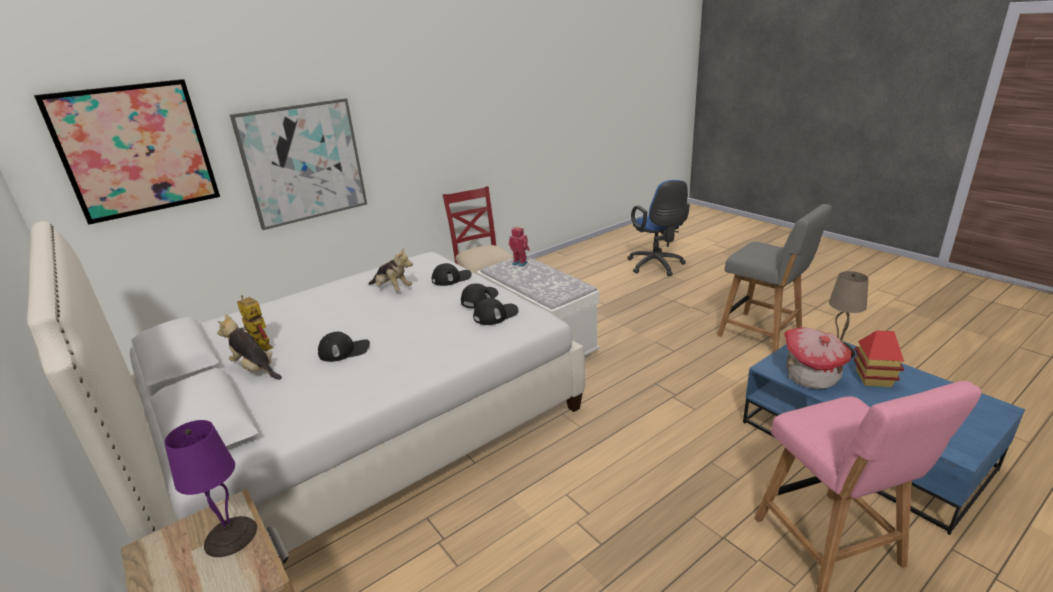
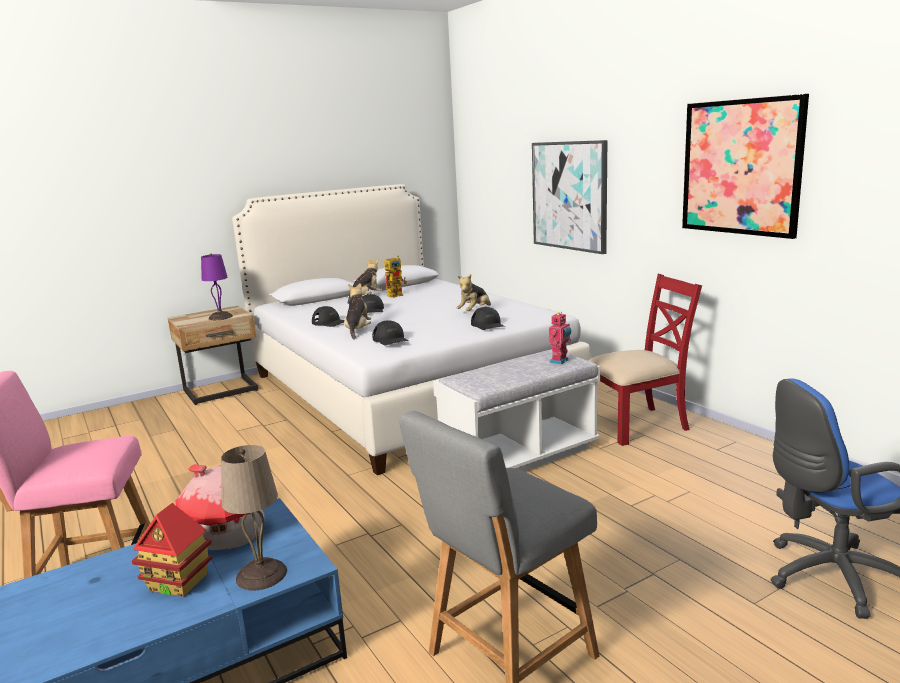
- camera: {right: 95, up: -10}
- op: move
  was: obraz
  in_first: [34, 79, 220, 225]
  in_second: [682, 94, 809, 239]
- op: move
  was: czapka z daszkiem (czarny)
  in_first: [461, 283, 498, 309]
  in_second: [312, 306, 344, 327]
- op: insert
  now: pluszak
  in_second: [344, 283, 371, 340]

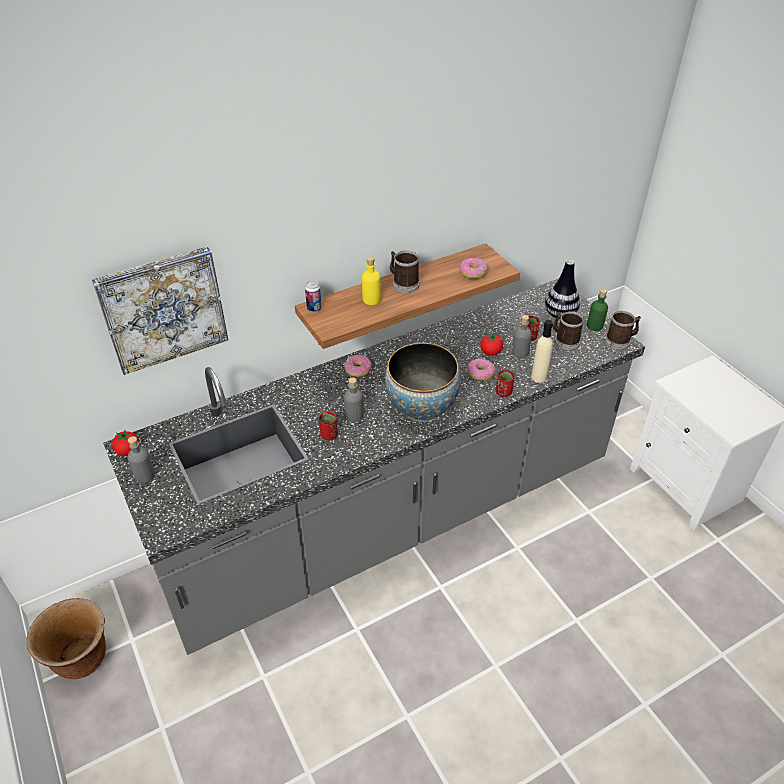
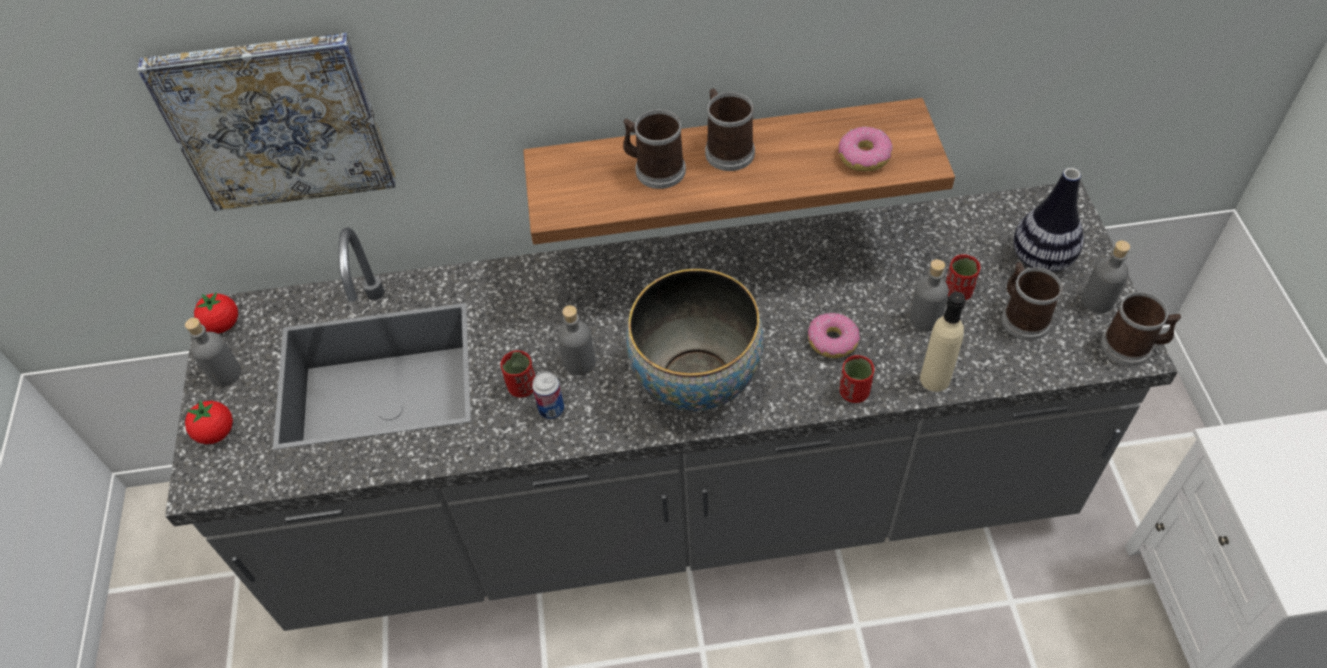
- camera: {right: 25, up: 10}
- op: replace
  was: butelka (żółty)
  now: kubek
  in_first: [362, 256, 381, 305]
  in_second: [623, 110, 686, 189]
- op: move
  was: puszka
  in_first: [305, 281, 322, 312]
  in_second: [532, 371, 564, 419]
- op: recolor
  was: butelka (zielony)
  now: butelka (szary)
  in_first: [587, 289, 608, 331]
  in_second: [1082, 240, 1130, 313]
- op: move
  was: pomidor
  in_first: [480, 333, 503, 356]
  in_second: [185, 400, 233, 444]
- op: delete
  was: donut
  in_first: [344, 355, 372, 377]
- op: delete
  was: donica (brązowy)
  in_first: [27, 598, 106, 679]

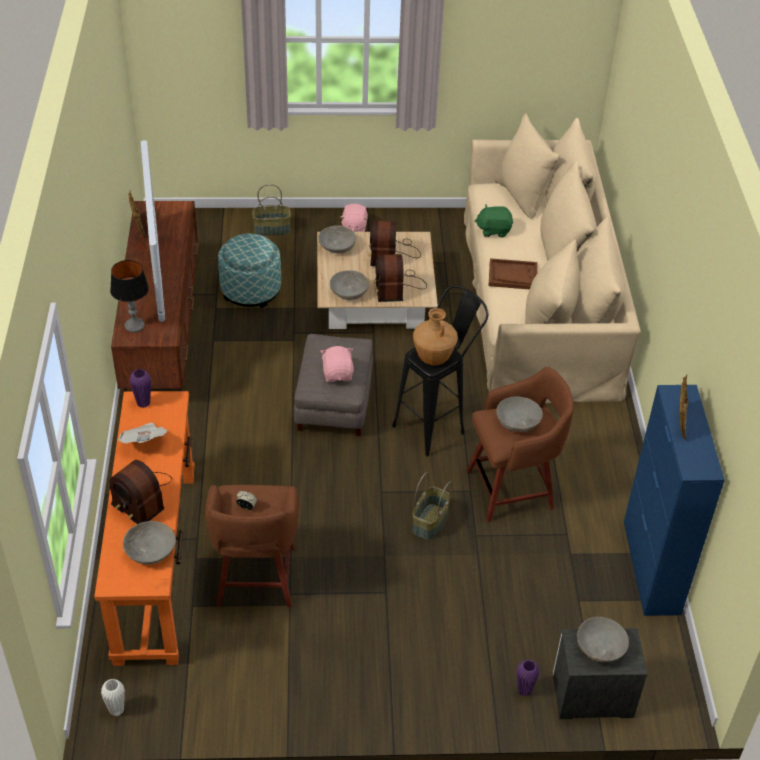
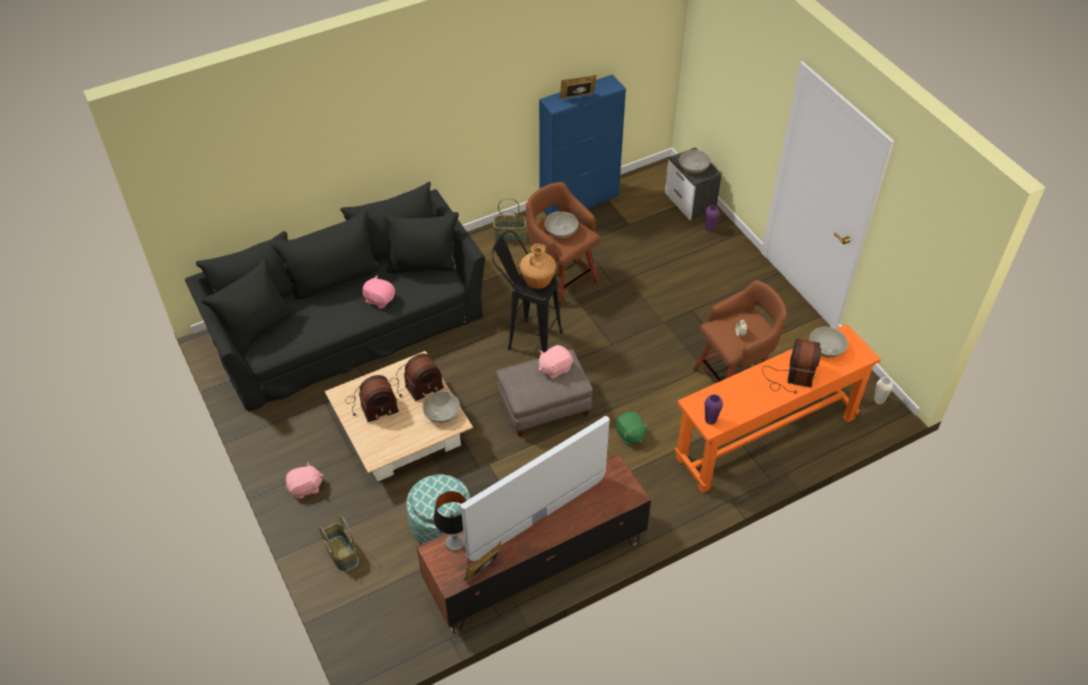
- camera: {right: -115, up: 5}
- op: recolor
  was: kanapa (beżowy)
  now: kanapa (czarny)
  in_first: [464, 113, 641, 404]
  in_second: [185, 182, 485, 411]
- op: move
  was: pluszak (zielony)
  in_first: [475, 204, 513, 237]
  in_second: [616, 412, 649, 445]
- op: delete
  was: miska (szary)
  in_first: [318, 226, 356, 253]
- op: replace
  was: taca (brązowy)
  now: pluszak (różowy)
  in_first: [489, 258, 537, 289]
  in_second: [362, 275, 395, 309]
- op: move
  was: lampa stołowa
  in_first: [110, 260, 149, 332]
  in_second: [433, 491, 466, 552]
- op: delete
  was: gazeta
  in_first: [118, 423, 168, 443]
- op: move
  was: koszyk
  in_first: [412, 472, 452, 540]
  in_second: [493, 198, 526, 242]

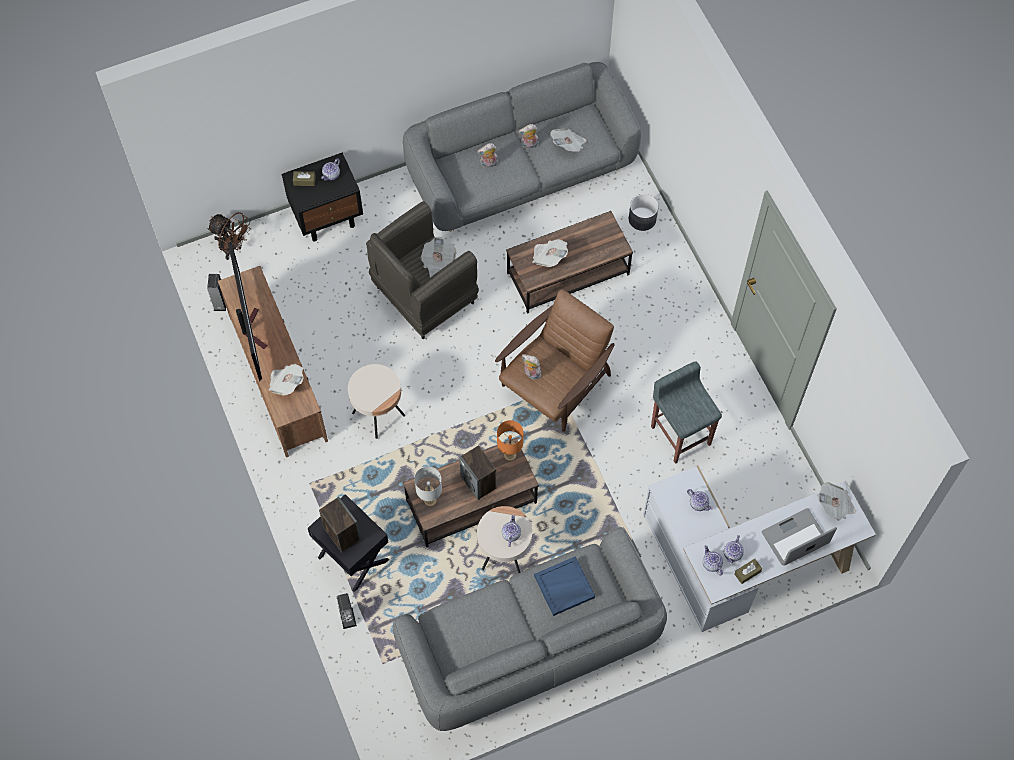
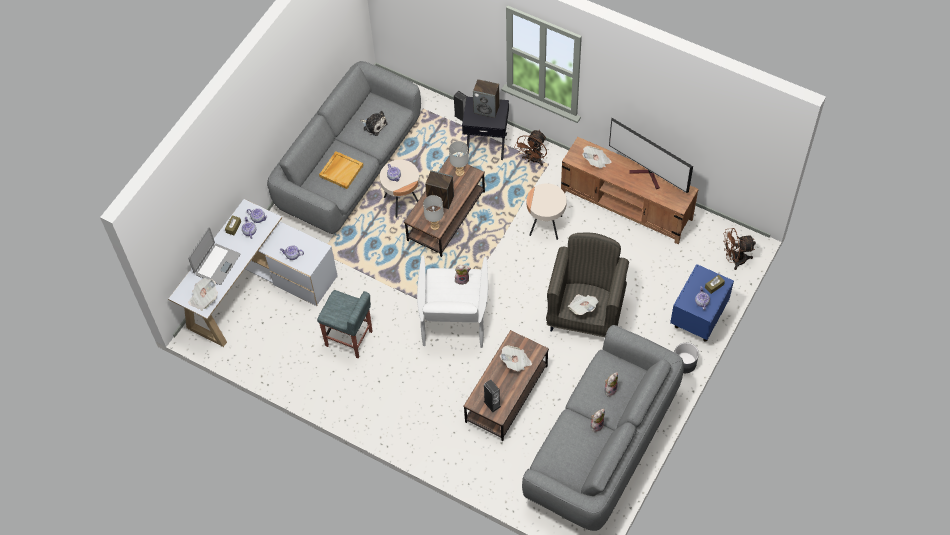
- camera: {right: 145, up: -5}
- op: delete
  was: gazeta
  in_first: [550, 129, 587, 152]
- op: recolor
  was: szafka nocna (czarny)
  now: szafka nocna (niebieski)
  in_first: [281, 152, 363, 241]
  in_second: [670, 264, 734, 342]
- op: move
  was: donica (szary)
  in_first: [629, 194, 659, 231]
  in_second: [675, 343, 699, 373]
- op: move
  was: głośnik
  in_first: [207, 274, 226, 311]
  in_second: [483, 380, 501, 412]
- op: recolor
  was: fotel (brązowy)
  now: fotel (biały)
  in_first: [495, 289, 615, 432]
  in_second: [417, 255, 488, 348]
- op: recolor
  was: lampa stołowa (pomarańczowy)
  now: lampa stołowa (szary)
  in_first: [497, 420, 523, 461]
  in_second: [423, 195, 444, 230]
- op: recolor
  was: taca (niebieski)
  now: taca (beżowy)
  in_first: [534, 556, 595, 616]
  in_second: [319, 151, 363, 189]
- op: insert
  now: pluszak
  in_second: [360, 111, 388, 136]
- op: insert
  now: wentylator (brązowy)
  in_second: [514, 130, 547, 166]

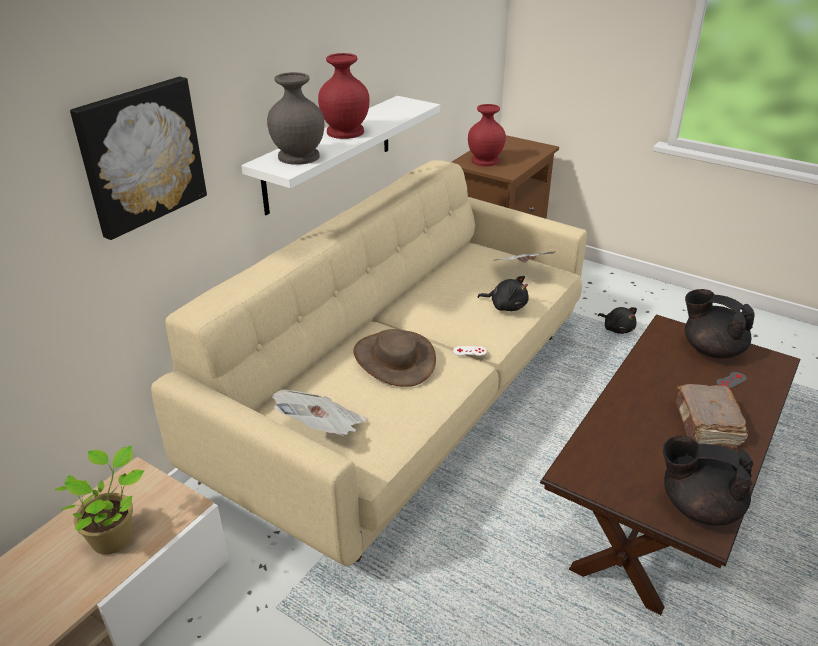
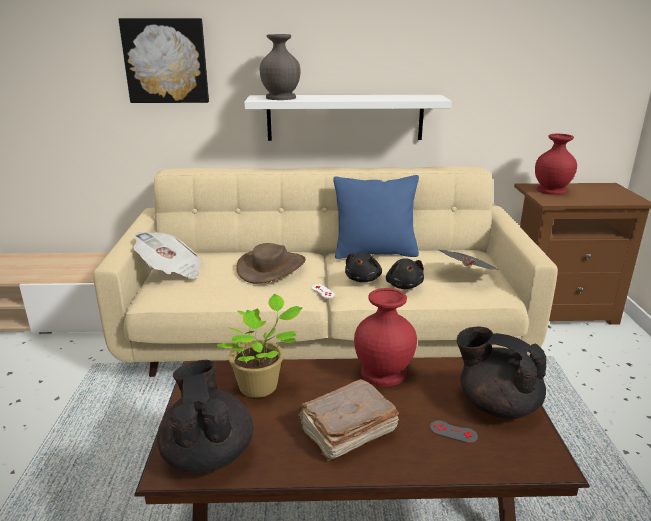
- camera: {right: 55, up: -10}
- op: move
  was: wazon (czerwony)
  in_first: [318, 53, 370, 139]
  in_second: [354, 288, 417, 386]
- op: rotate
  was: imbryk (czarny)
  in_first: [685, 289, 755, 359]
  in_second: [457, 327, 546, 419]
  clockwise: -60
- op: move
  was: pluszak (czarny)
  in_first: [598, 307, 637, 334]
  in_second: [345, 252, 382, 282]
- op: move
  was: roślina doniczkowa
  in_first: [55, 446, 144, 555]
  in_second: [216, 294, 303, 398]
- op: insert
  now: poduszka (niebieski)
  in_second: [333, 175, 419, 259]

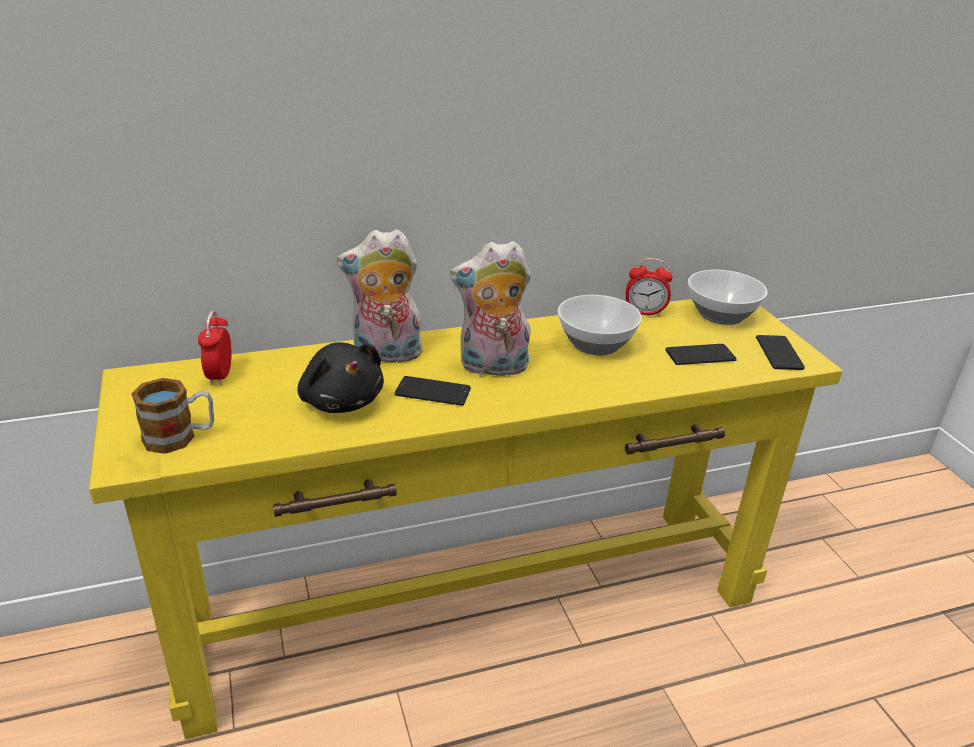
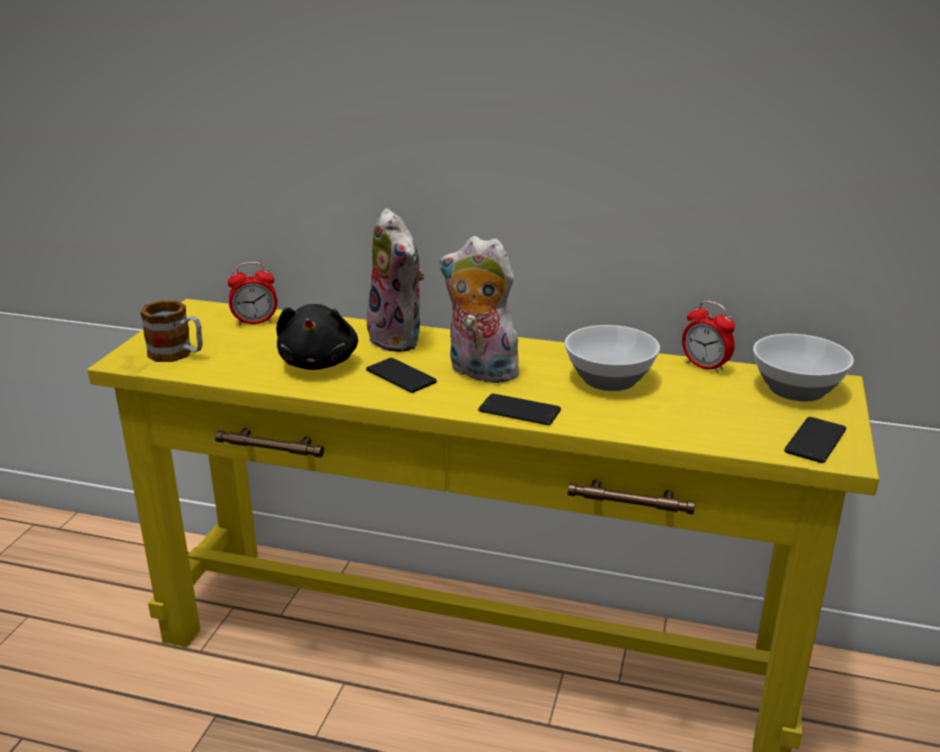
- camera: {right: 35, up: -5}
- op: rotate
  was: pluszak
  in_first: [337, 229, 427, 363]
  in_second: [367, 208, 425, 352]
  clockwise: -150
- op: rotate
  was: budzik
  in_first: [198, 311, 232, 385]
  in_second: [227, 262, 278, 326]
  clockwise: -135
- op: move
  was: telefon
  in_first: [665, 344, 737, 365]
  in_second: [478, 394, 561, 425]

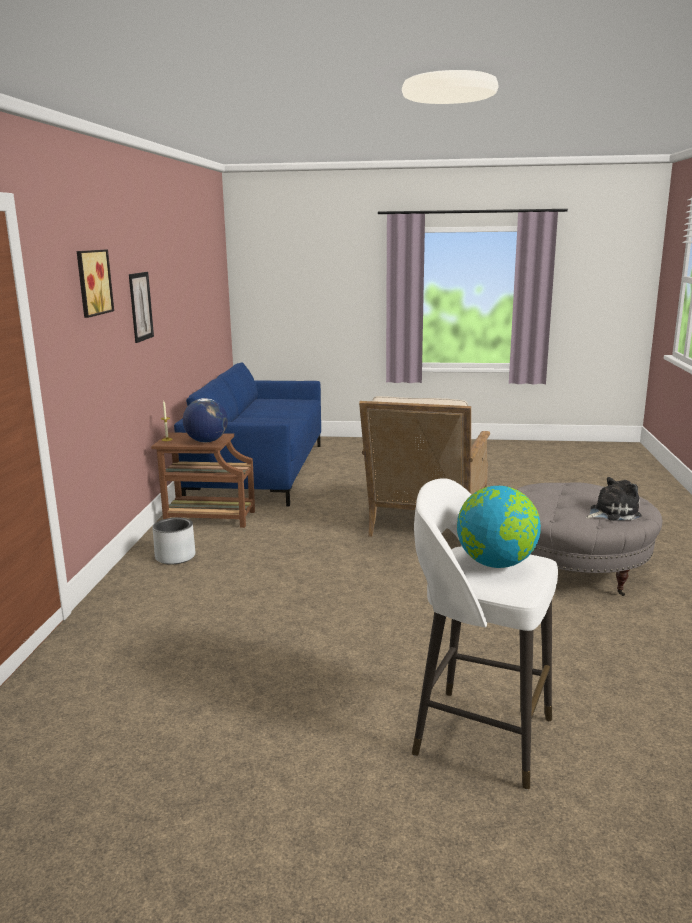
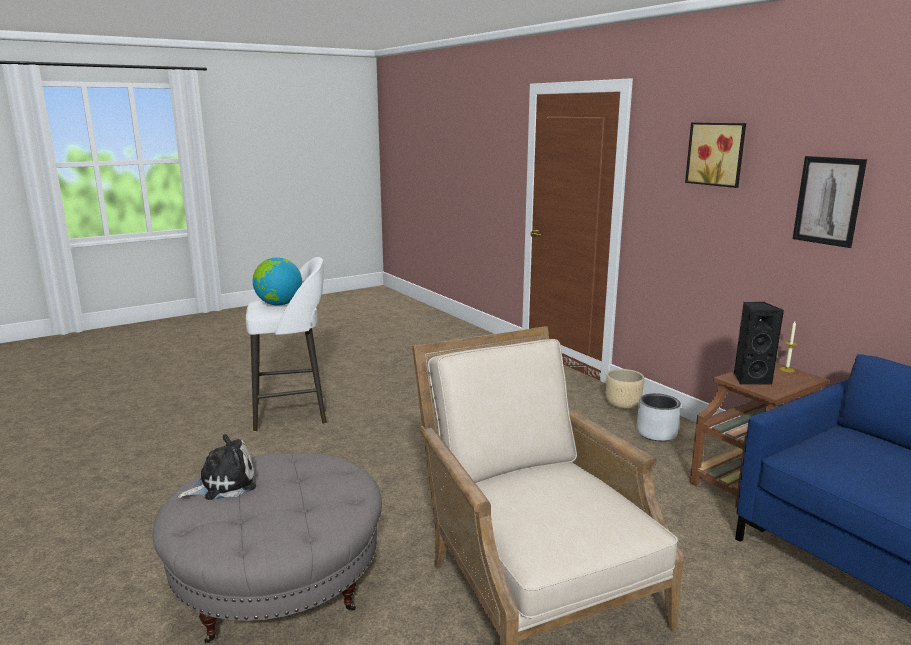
- camera: {right: 140, up: 0}
- op: replace
  was: globus
  now: głośnik (czarny)
  in_first: [183, 398, 228, 442]
  in_second: [734, 302, 784, 385]
- op: rotate
  was: pluszak
  in_first: [586, 477, 642, 521]
  in_second: [178, 434, 256, 500]
  clockwise: -150
- op: insert
  now: donica (beżowy)
  in_second: [606, 369, 644, 409]

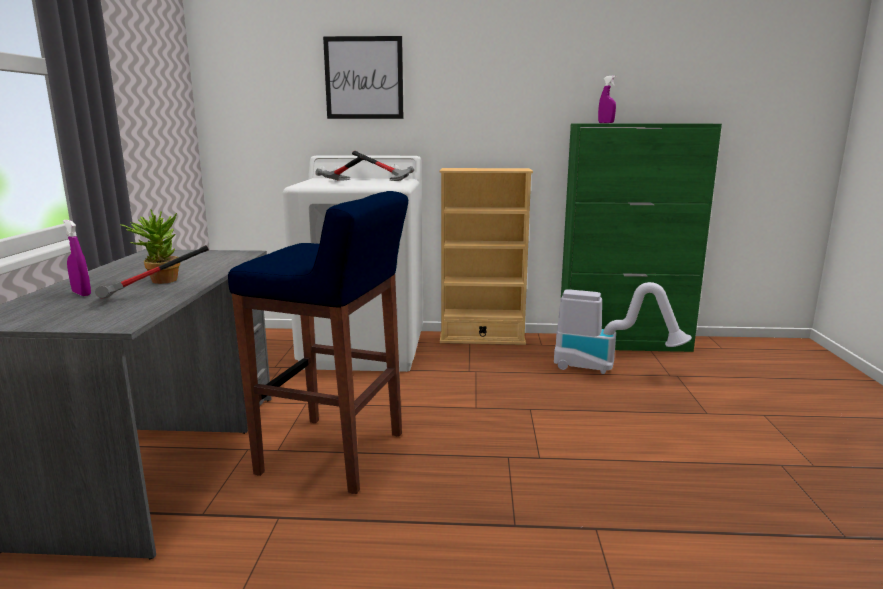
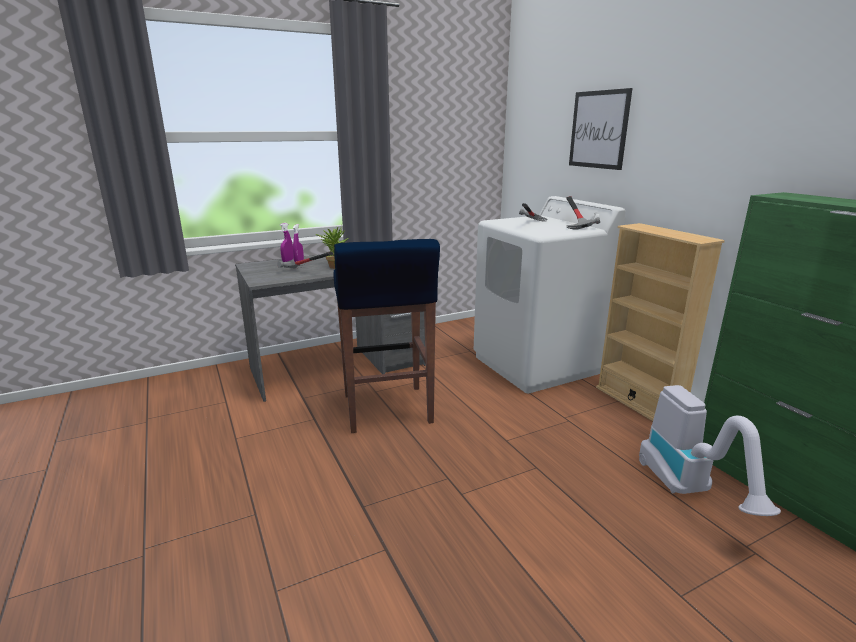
- camera: {right: 60, up: 5}
- op: move
  was: spryskiwacz (fioletowy)
  in_first: [598, 75, 616, 123]
  in_second: [280, 223, 294, 262]

